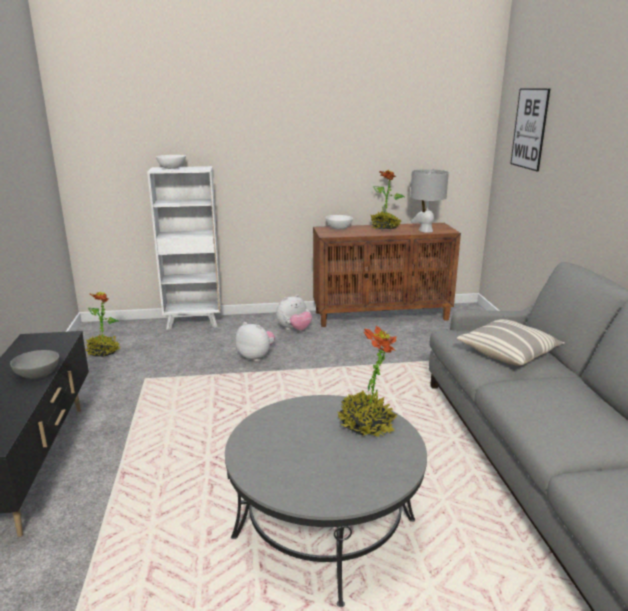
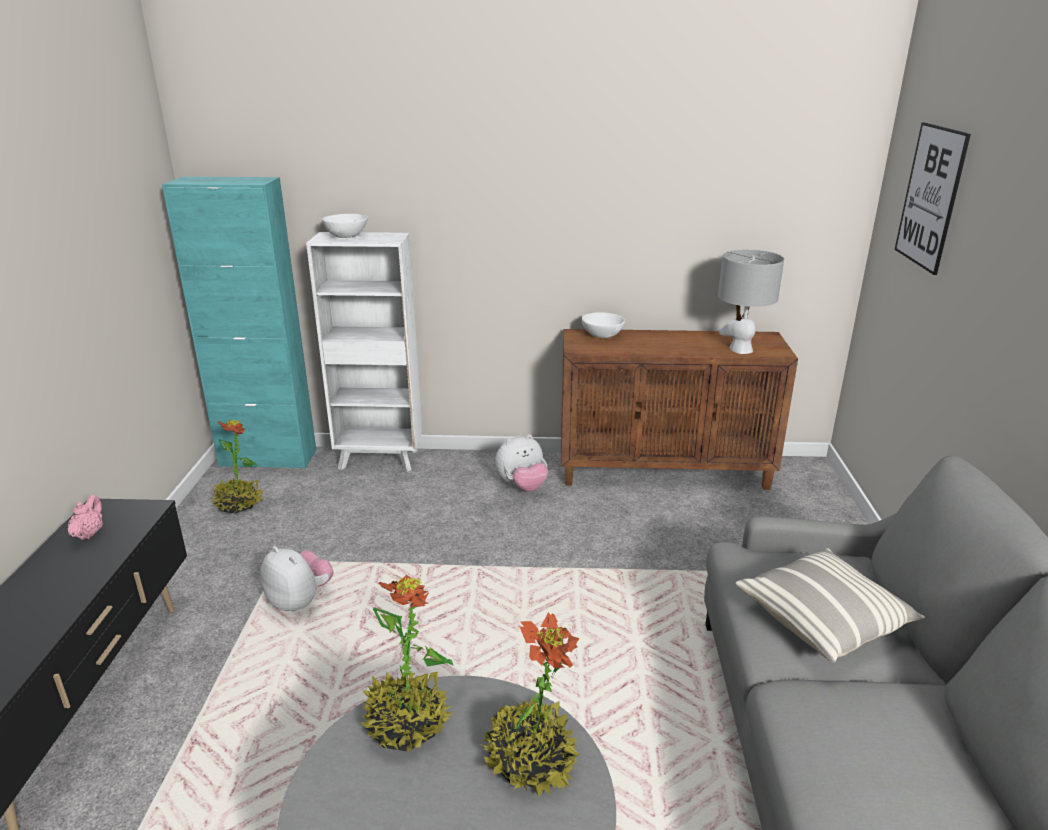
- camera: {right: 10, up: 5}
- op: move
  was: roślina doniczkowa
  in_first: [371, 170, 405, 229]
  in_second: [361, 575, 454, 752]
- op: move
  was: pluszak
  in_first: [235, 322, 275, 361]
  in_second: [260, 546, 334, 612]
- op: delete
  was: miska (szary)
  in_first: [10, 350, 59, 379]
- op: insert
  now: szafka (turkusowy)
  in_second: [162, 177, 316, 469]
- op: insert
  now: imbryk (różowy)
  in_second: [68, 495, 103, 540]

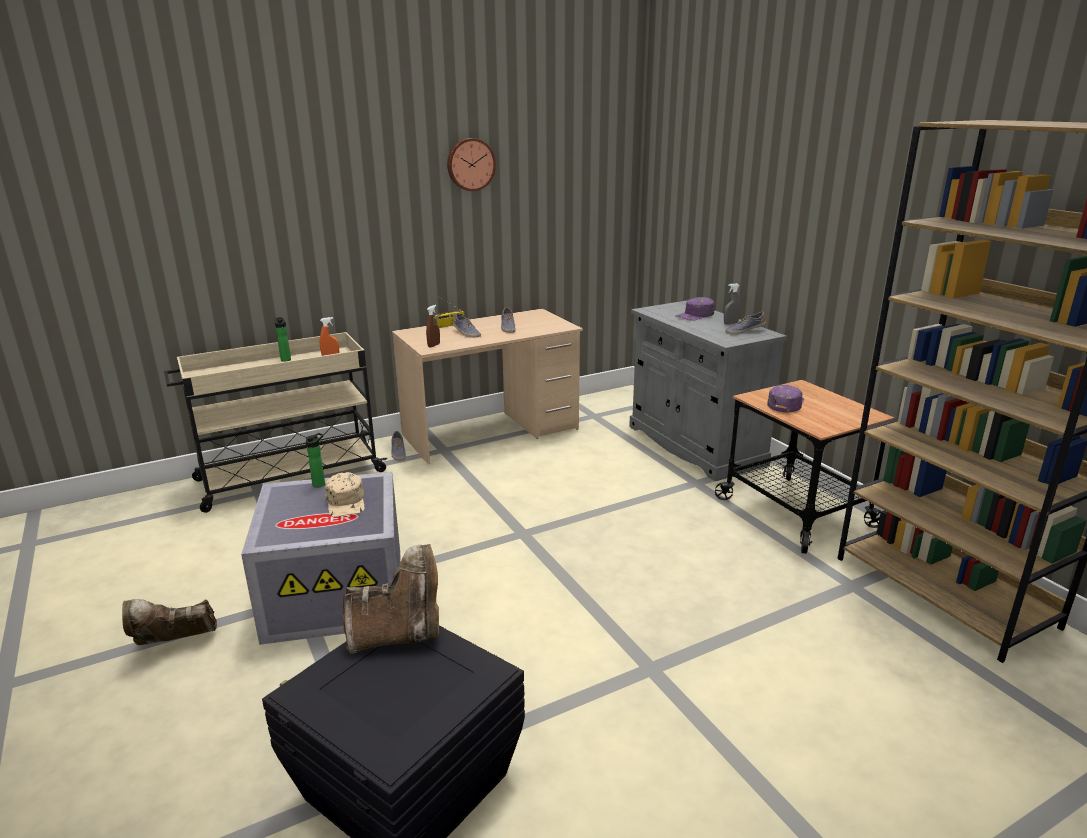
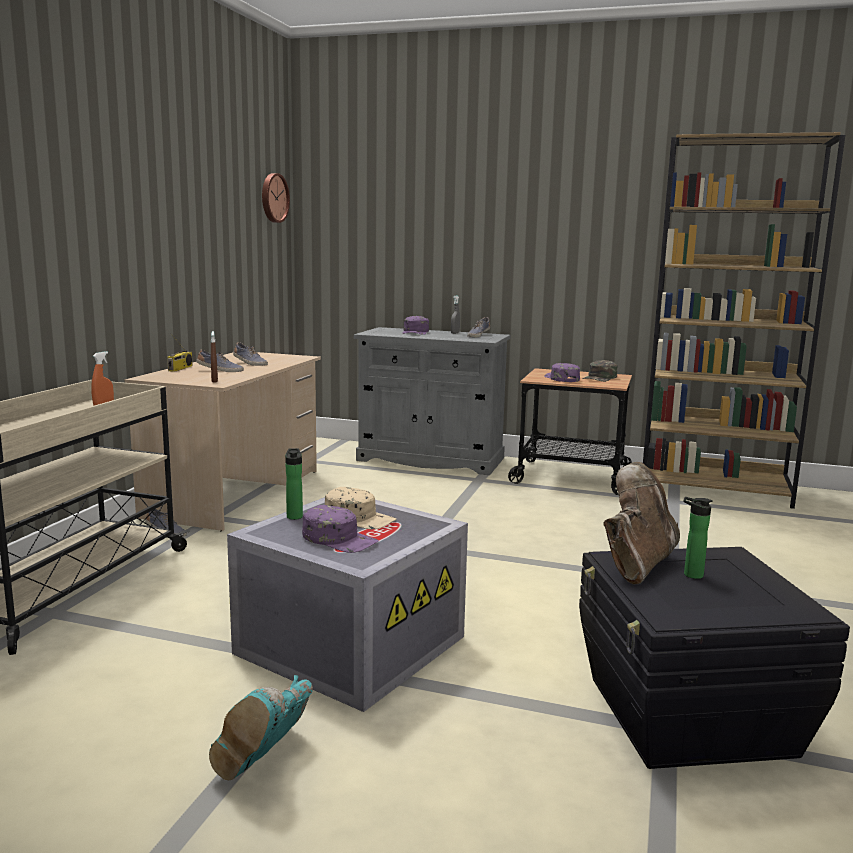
- camera: {right: -45, up: -10}
- op: move
  was: zegar ścienny
  in_first: [447, 138, 496, 191]
  in_second: [262, 173, 290, 223]
- op: move
  was: butelka
  in_first: [275, 317, 291, 361]
  in_second: [684, 497, 713, 579]
- op: recolor
  was: but z cholewką (brązowy)
  now: but z cholewką (turkusowy)
  in_first: [122, 599, 217, 645]
  in_second: [209, 675, 313, 780]
- op: insert
  now: czapka z daszkiem (zielony)
  in_second: [582, 360, 617, 382]
- op: insert
  now: czapka z daszkiem (fioletowy)
  in_second: [302, 505, 379, 553]

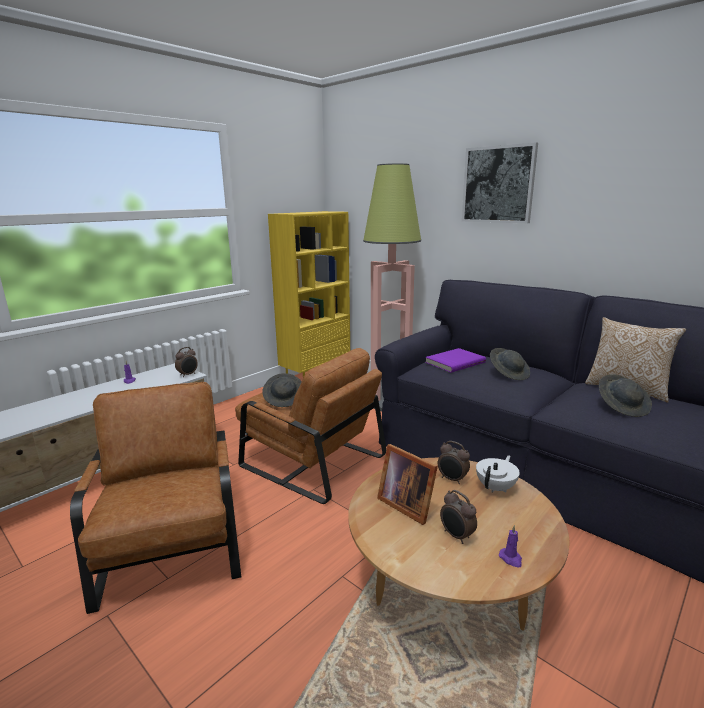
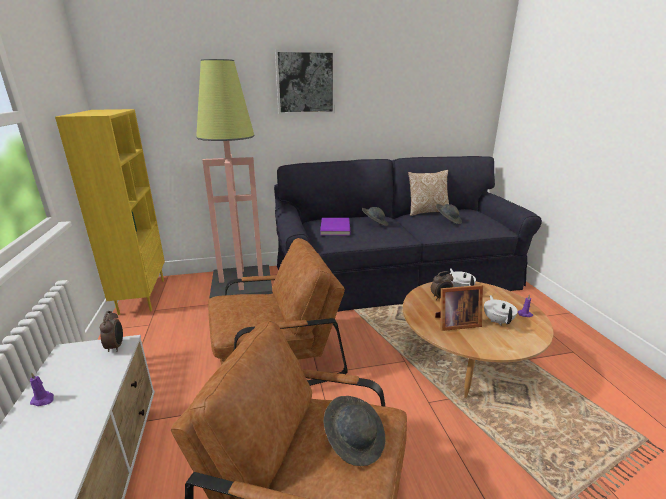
- camera: {right: -55, up: 5}
- op: move
  was: kapelusz (szary)
  in_first: [263, 373, 302, 407]
  in_second: [324, 396, 385, 466]
- op: replace
  was: budzik
  now: imbryk (biały)
  in_first: [440, 490, 477, 544]
  in_second: [484, 295, 518, 326]

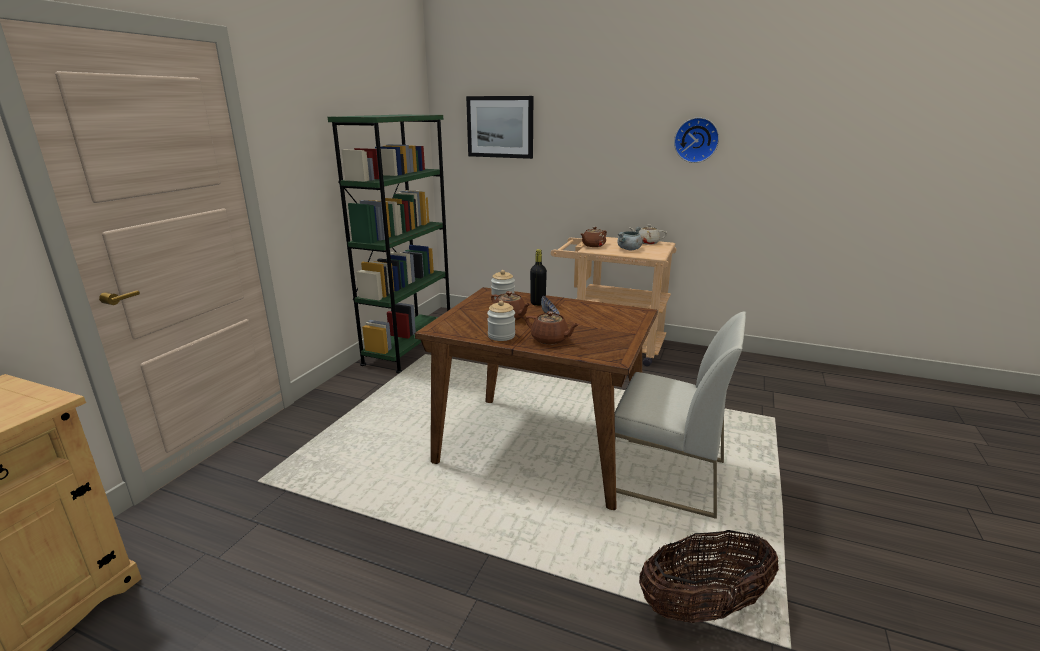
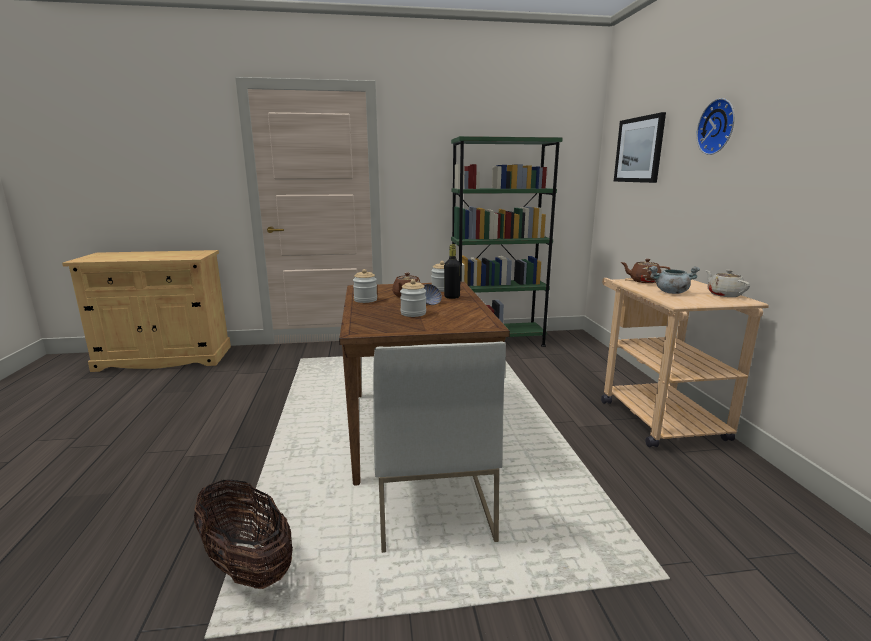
- camera: {right: 60, up: -5}
- op: move
  was: zegar ścienny
  in_first: [674, 117, 719, 163]
  in_second: [696, 98, 735, 155]
- op: delete
  was: imbryk (brązowy)
  in_first: [525, 311, 580, 344]
- op: insert
  now: słoik
  in_second: [400, 279, 426, 317]

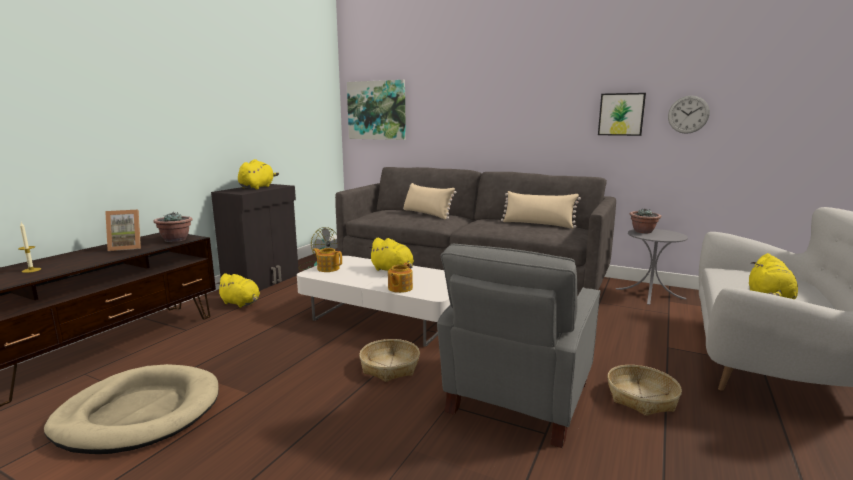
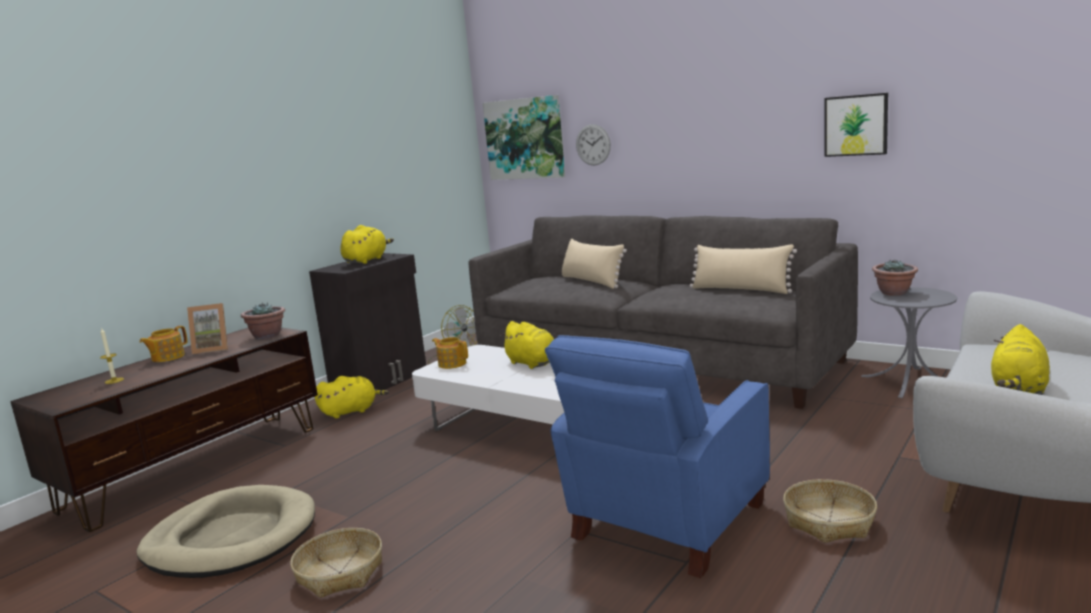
- camera: {right: 10, up: 0}
- op: move
  was: zegar ścienny
  in_first: [668, 96, 710, 134]
  in_second: [576, 124, 611, 166]
- op: recolor
  was: fotel (szary)
  now: fotel (niebieski)
  in_first: [437, 244, 601, 448]
  in_second: [545, 335, 770, 578]
- op: move
  was: imbryk
  in_first: [388, 263, 413, 293]
  in_second: [139, 326, 187, 362]
- op: rotate
  was: pluszak (żółty)
  in_first: [216, 273, 260, 308]
  in_second: [315, 376, 389, 419]
  clockwise: -60
- op: move
  was: koszyk
  in_first: [359, 339, 420, 382]
  in_second: [290, 528, 382, 598]

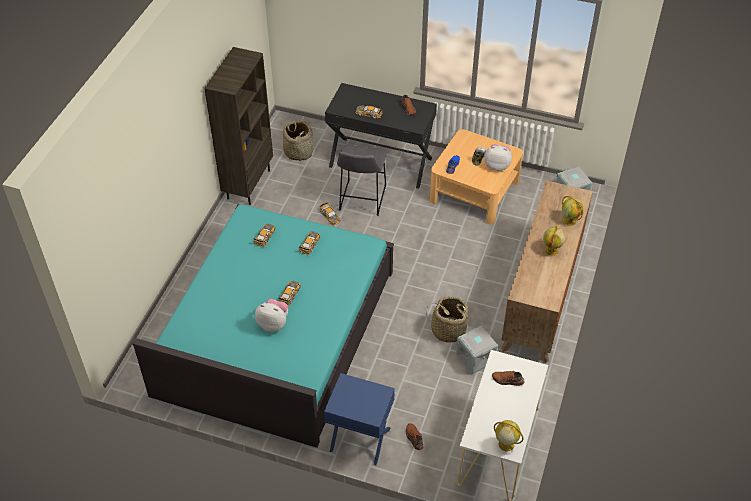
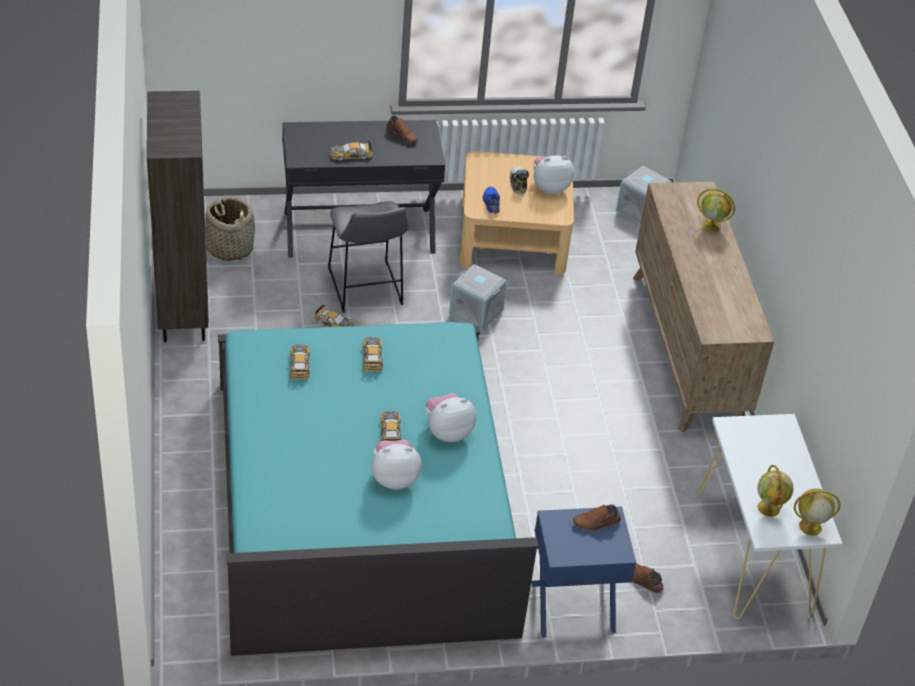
- camera: {right: -30, up: -5}
- op: move
  was: globus
  in_first: [543, 224, 565, 256]
  in_second: [757, 465, 794, 517]
- op: delete
  was: koszyk
  in_first: [426, 297, 469, 342]
- op: move
  was: pojemnik do przechowywania (szary)
  in_first: [456, 325, 498, 375]
  in_second: [449, 264, 507, 331]
- op: move
  was: but (brązowy)
  in_first: [492, 371, 524, 386]
  in_second: [573, 505, 621, 531]
- op: insert
  now: pluszak
  in_second: [426, 393, 476, 442]

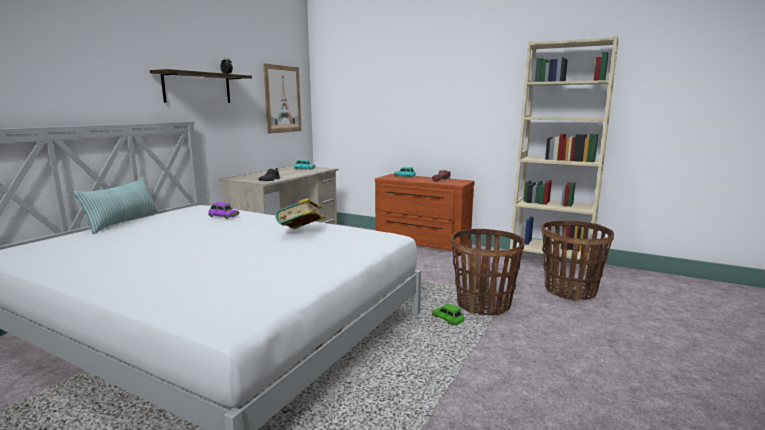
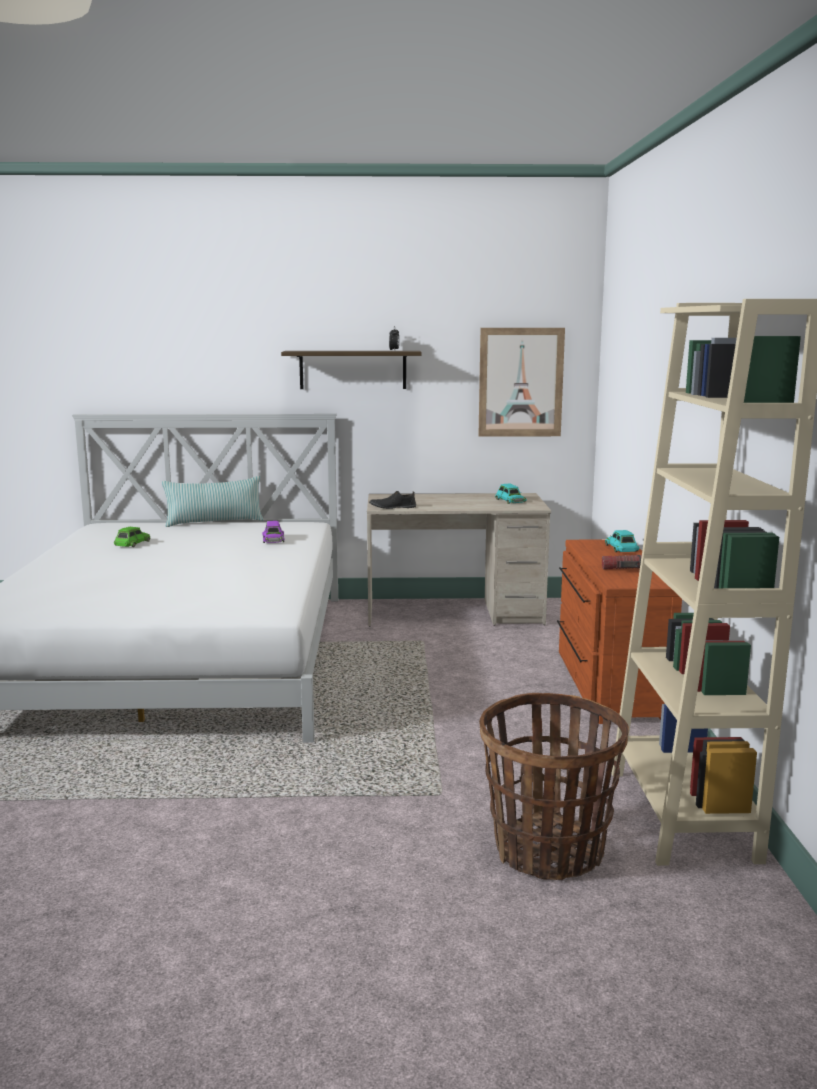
- camera: {right: 60, up: 0}
- op: delete
  was: książka
  in_first: [275, 198, 326, 229]
- op: delete
  was: koszyk
  in_first: [450, 228, 525, 315]
- op: move
  was: samochodzik (zielony)
  in_first: [432, 304, 464, 325]
  in_second: [114, 527, 151, 547]

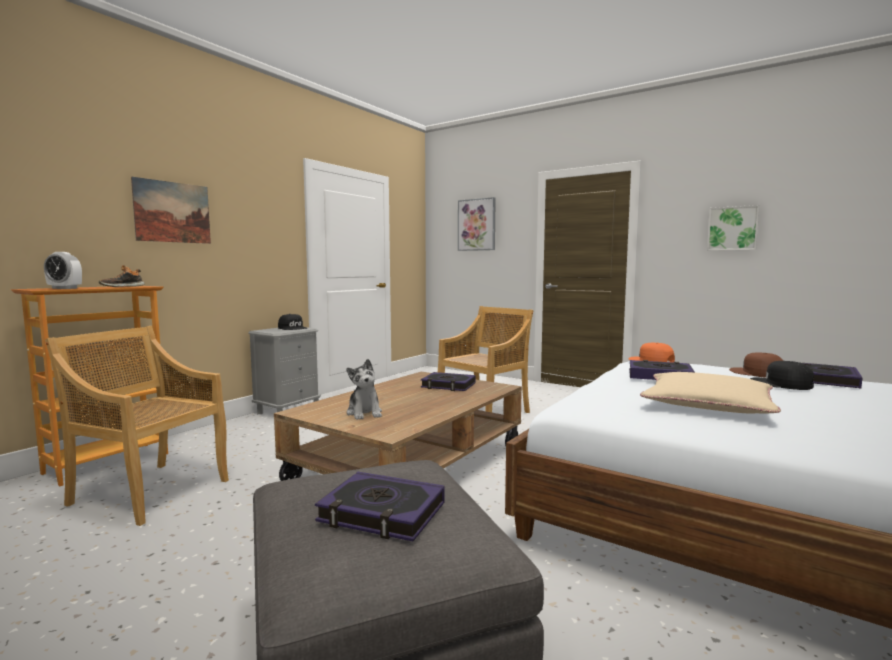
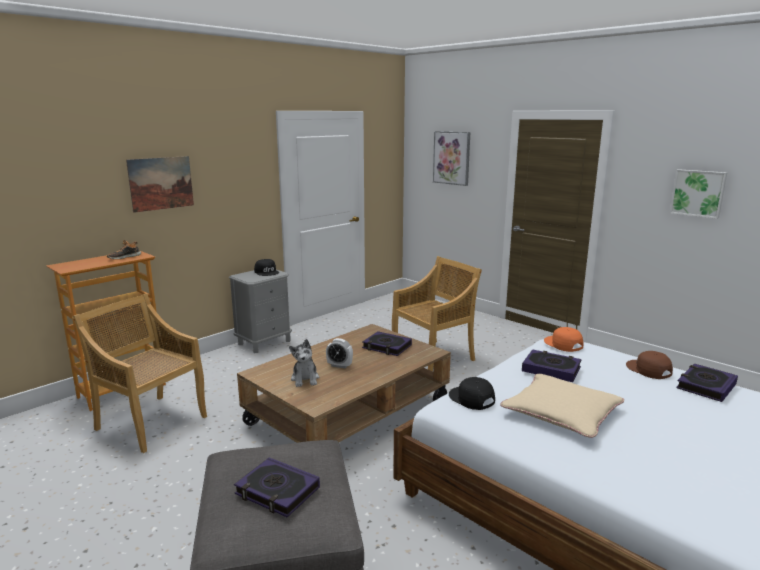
- camera: {right: 10, up: 10}
- op: move
  was: budzik
  in_first: [44, 252, 82, 289]
  in_second: [326, 338, 353, 368]
- op: move
  was: czapka z daszkiem (czarny)
  in_first: [750, 361, 814, 390]
  in_second: [449, 377, 495, 410]

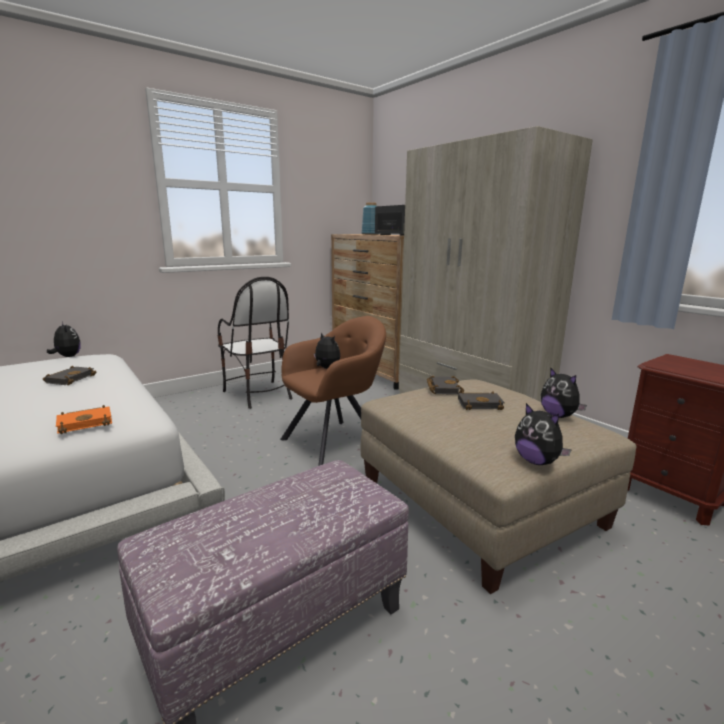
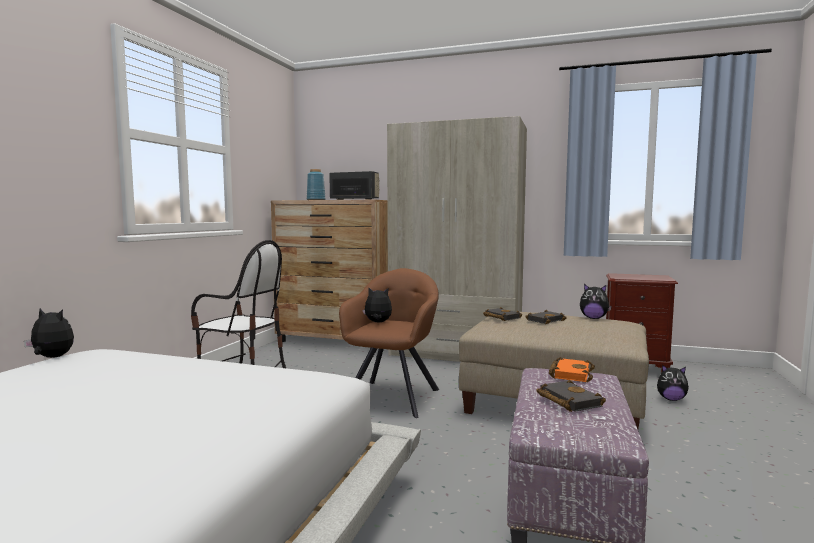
- camera: {right: -35, up: -10}
- op: move
  was: książka (czarny)
  in_first: [43, 366, 96, 385]
  in_second: [536, 380, 606, 412]
- op: move
  was: pluszak
  in_first: [515, 403, 572, 465]
  in_second: [657, 365, 689, 401]
- op: move
  was: książka (pomarańczowy)
  in_first: [56, 405, 112, 434]
  in_second: [549, 357, 595, 382]

